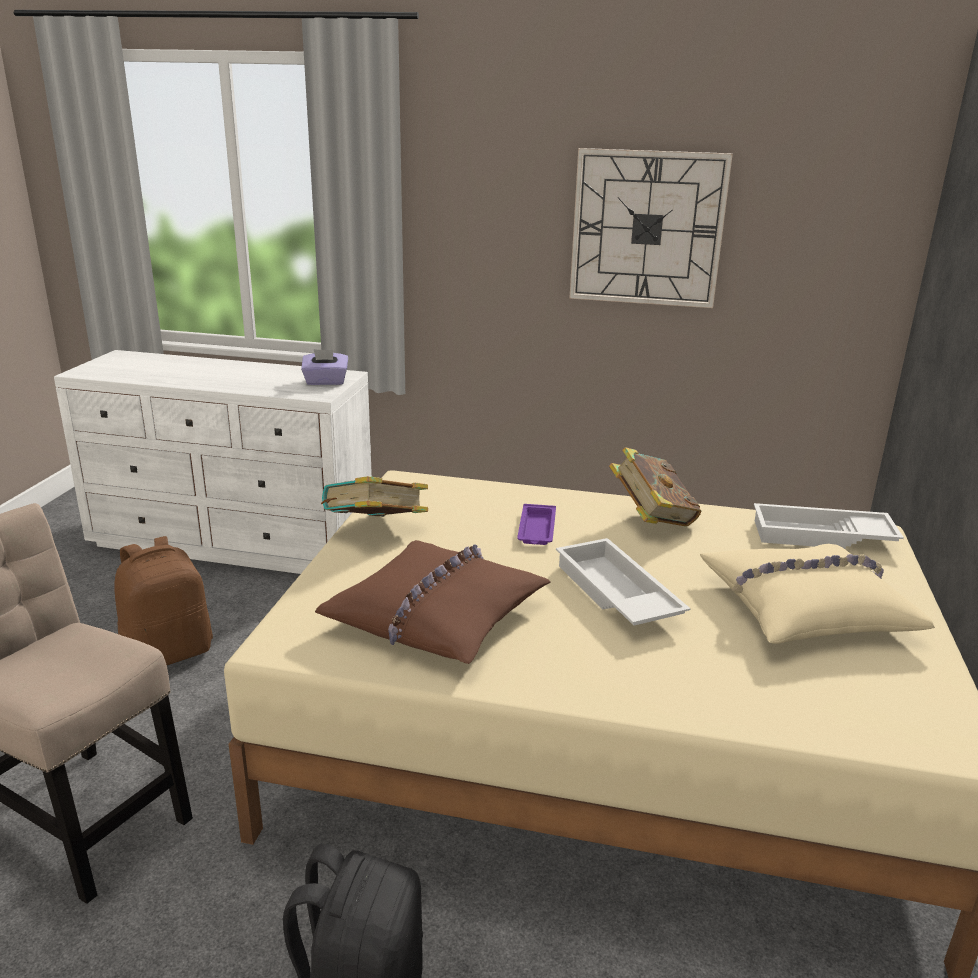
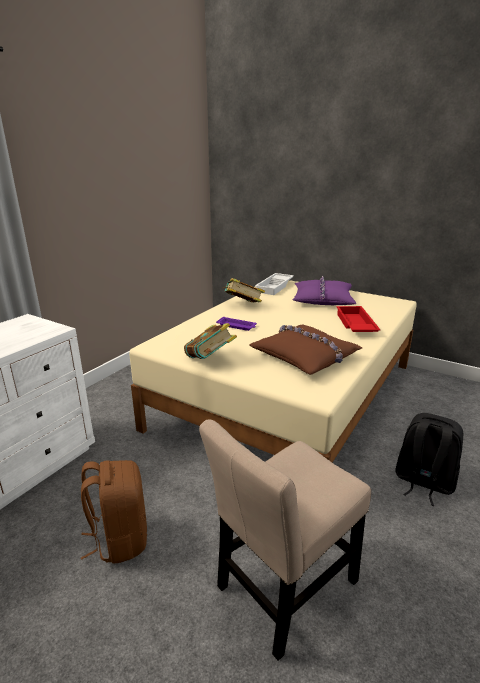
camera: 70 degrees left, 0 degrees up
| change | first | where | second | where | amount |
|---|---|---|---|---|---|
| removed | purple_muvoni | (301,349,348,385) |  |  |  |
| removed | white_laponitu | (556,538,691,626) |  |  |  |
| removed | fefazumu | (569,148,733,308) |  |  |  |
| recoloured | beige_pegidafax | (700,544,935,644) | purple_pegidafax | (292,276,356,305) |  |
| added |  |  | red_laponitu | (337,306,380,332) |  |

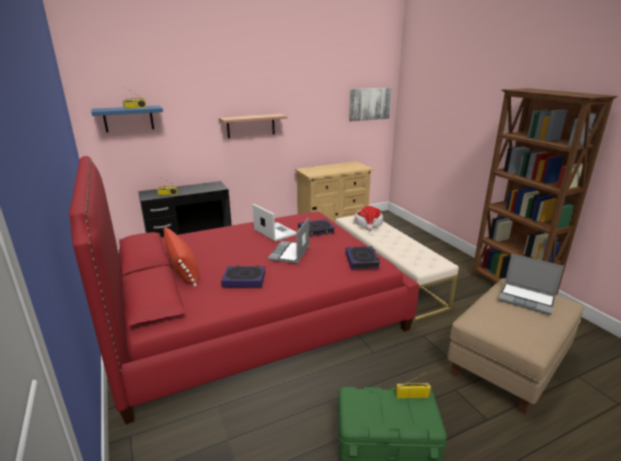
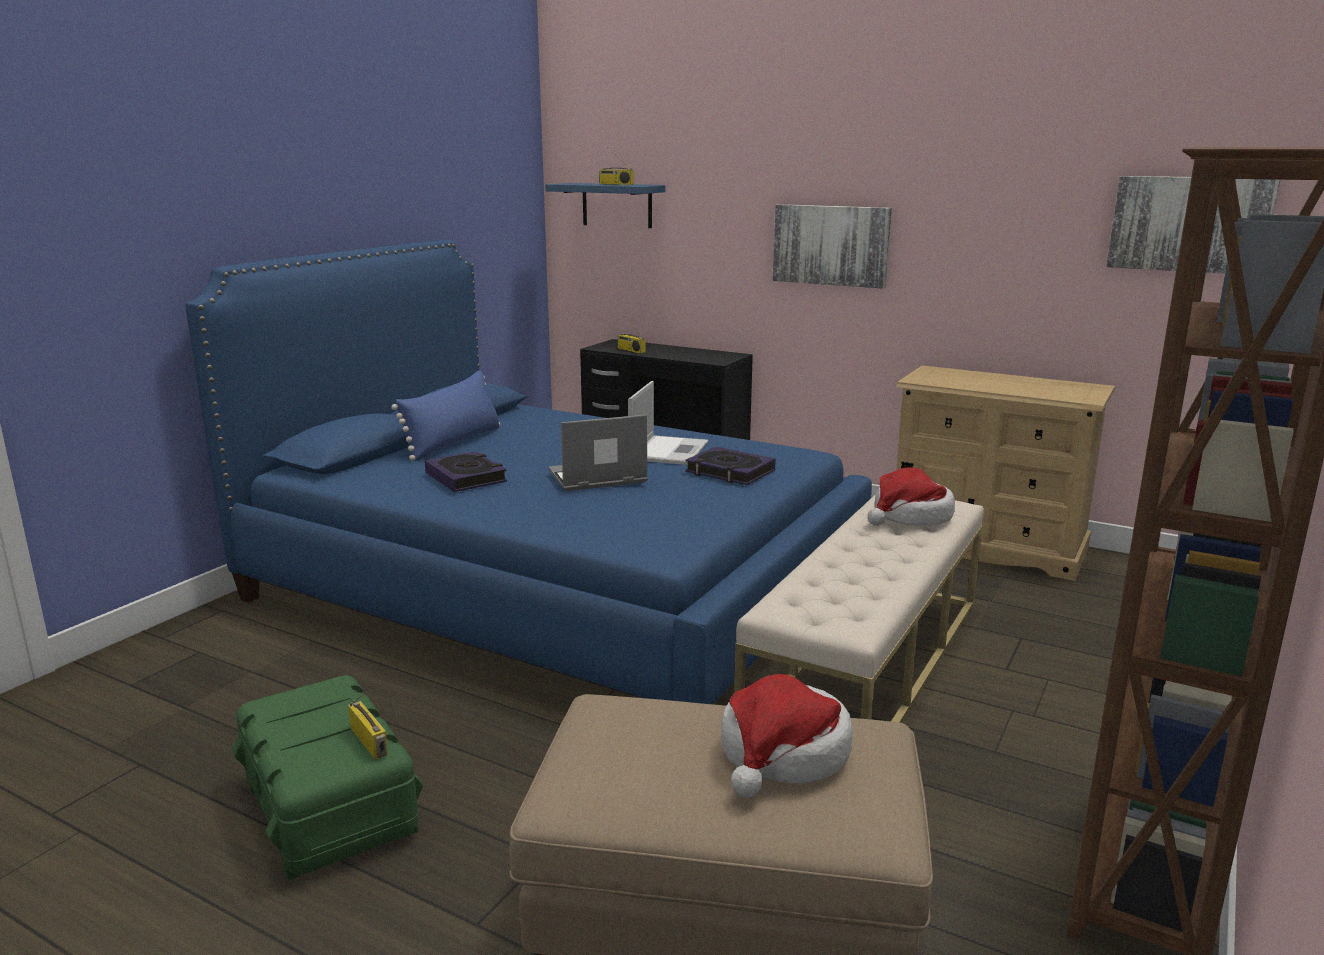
camera: 55 degrees right, 5 degrees down
| change | first | where | second | where | amount |
|---|---|---|---|---|---|
| recoloured | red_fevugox | (69,156,419,424) | blue_fevugox | (185,240,872,704) |  |
| recoloured | red_pegidafax | (164,227,199,287) | blue_pegidafax | (391,370,500,461) |  |
| replaced | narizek | (219,114,287,138) | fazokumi | (773,204,892,289) |  |
| removed | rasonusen | (346,246,380,269) |  |  |  |
| replaced | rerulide | (498,254,564,315) | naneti | (721,674,853,798) |  |

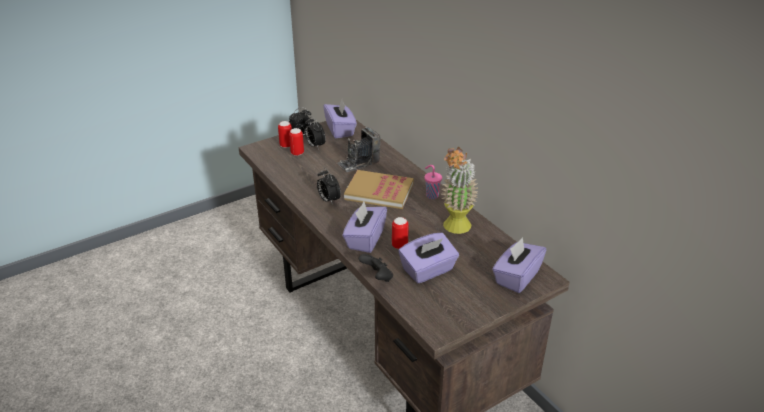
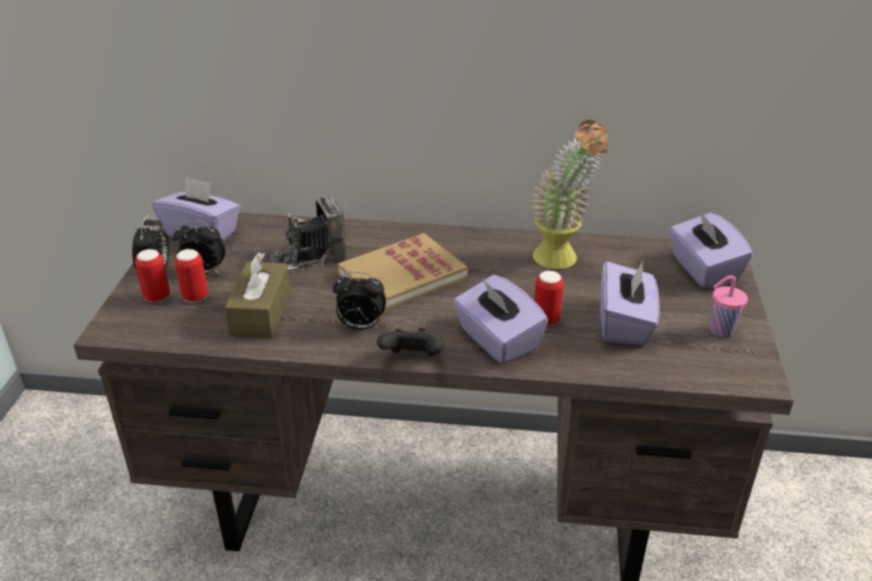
camera: 50 degrees left, 0 degrees up
| change | first | where | second | where | amount |
|---|---|---|---|---|---|
| turned | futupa | (337,127,381,172) |  | (269,196,346,273) | 60 degrees clockwise |
| moved | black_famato | (358,254,393,282) |  | (377,328,444,356) |  |
| moved | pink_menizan | (424,165,442,199) |  | (710,275,748,338) |  |
| added |  |  | brown_muvoni | (224,252,290,339) |  |

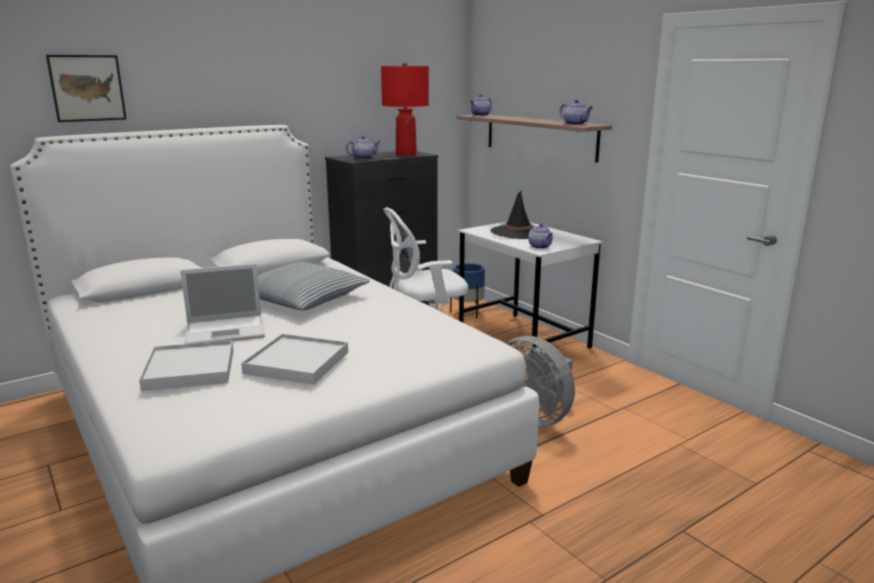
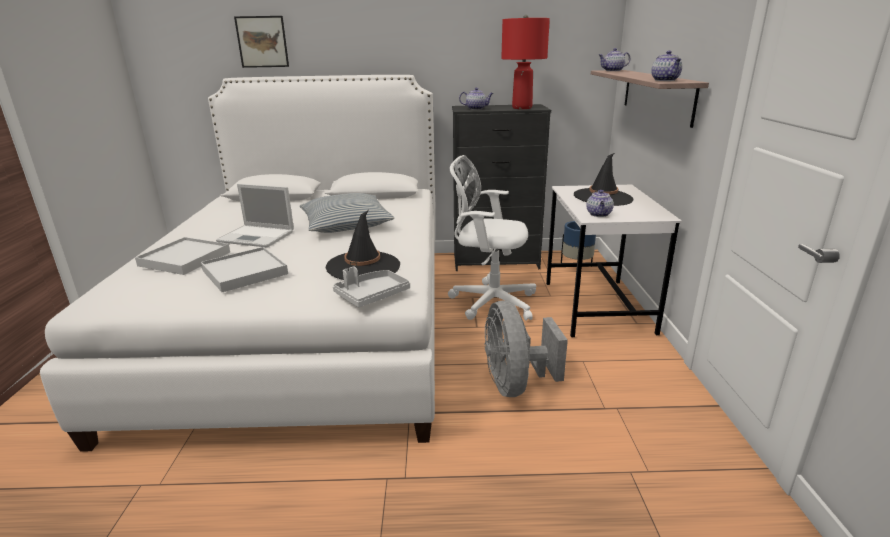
camera: 35 degrees right, 5 degrees up
| change | first | where | second | where | amount |
|---|---|---|---|---|---|
| added |  |  | black_naneti | (326,210,400,280) |  |
| added |  |  | grey_laponitu | (333,267,410,307) |  |

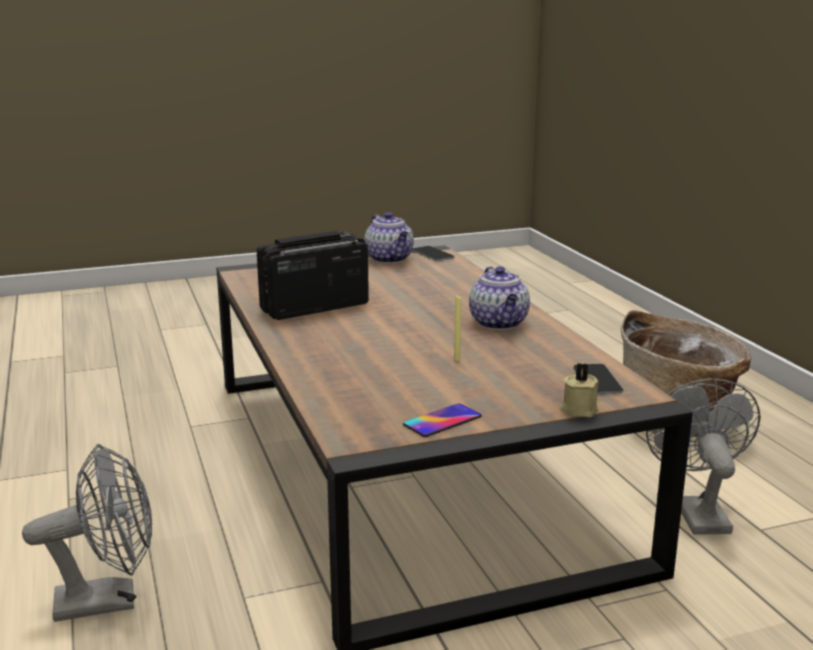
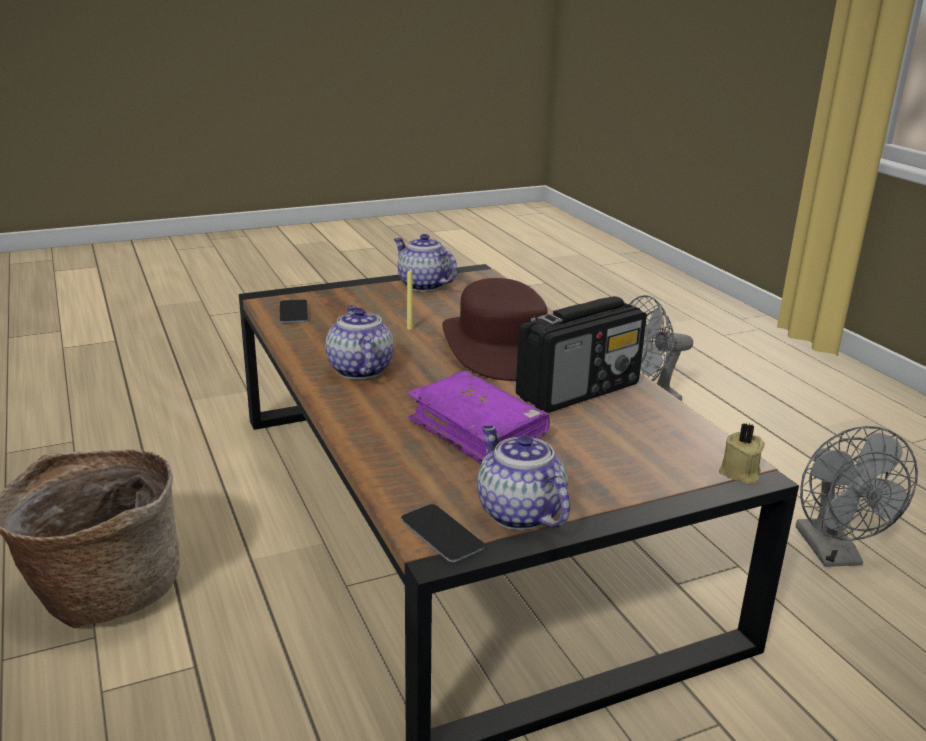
camera: 175 degrees right, 5 degrees up
| change | first | where | second | where | amount |
|---|---|---|---|---|---|
| replaced | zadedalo | (403,403,482,437) | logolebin | (394,234,457,292) |  |
| moved | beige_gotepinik | (560,363,599,417) |  | (719,423,765,485) |  |
| moved | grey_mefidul | (646,378,761,535) |  | (796,426,918,567) |  |
| added |  |  | purple_rasonusen | (407,371,550,464) |  |
| added |  |  | brown_naneti | (442,278,548,381) |  |

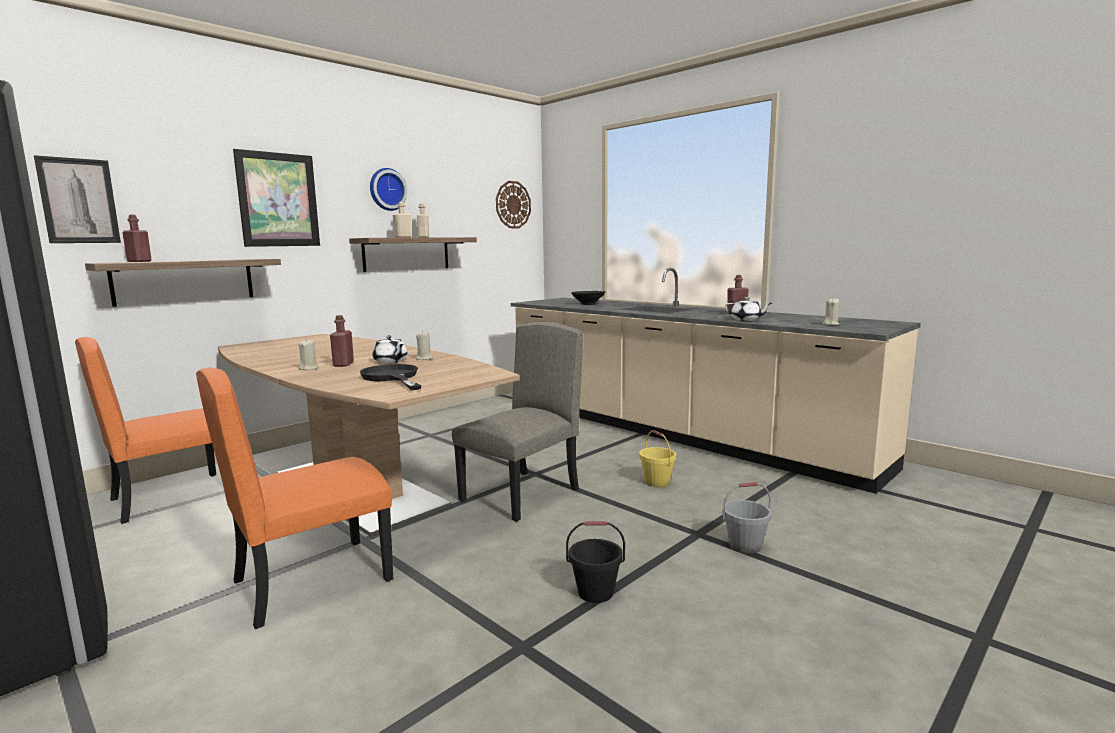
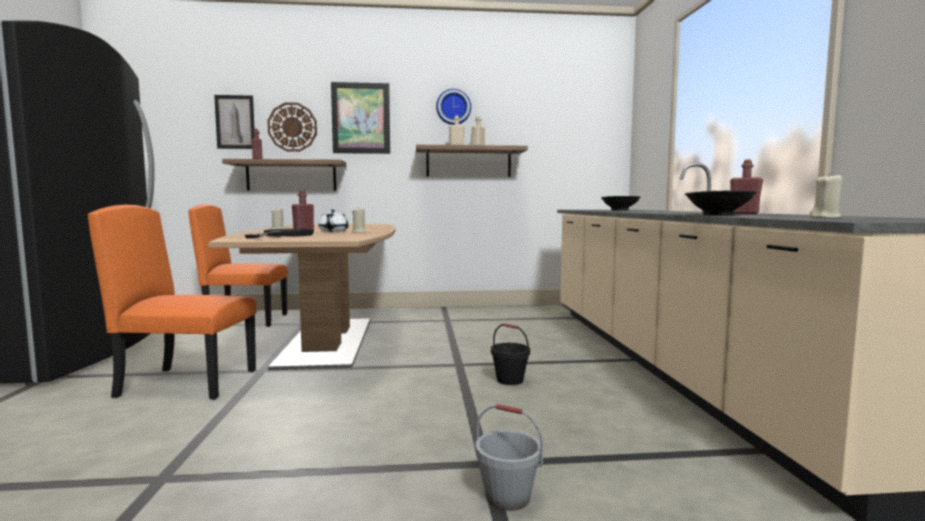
camera: 40 degrees right, 5 degrees down
| change | first | where | second | where | amount |
|---|---|---|---|---|---|
| removed | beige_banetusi | (452,322,583,522) |  |  |  |
| moved | fefazumu | (496,181,531,228) |  | (267,102,317,152) |  |
| moved | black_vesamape | (566,521,625,603) |  | (491,323,530,385) |  |
| removed | yellow_vesamape | (639,430,676,487) |  |  |  |
| replaced | white_logolebin | (725,297,772,321) | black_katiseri | (685,191,756,215) |  |

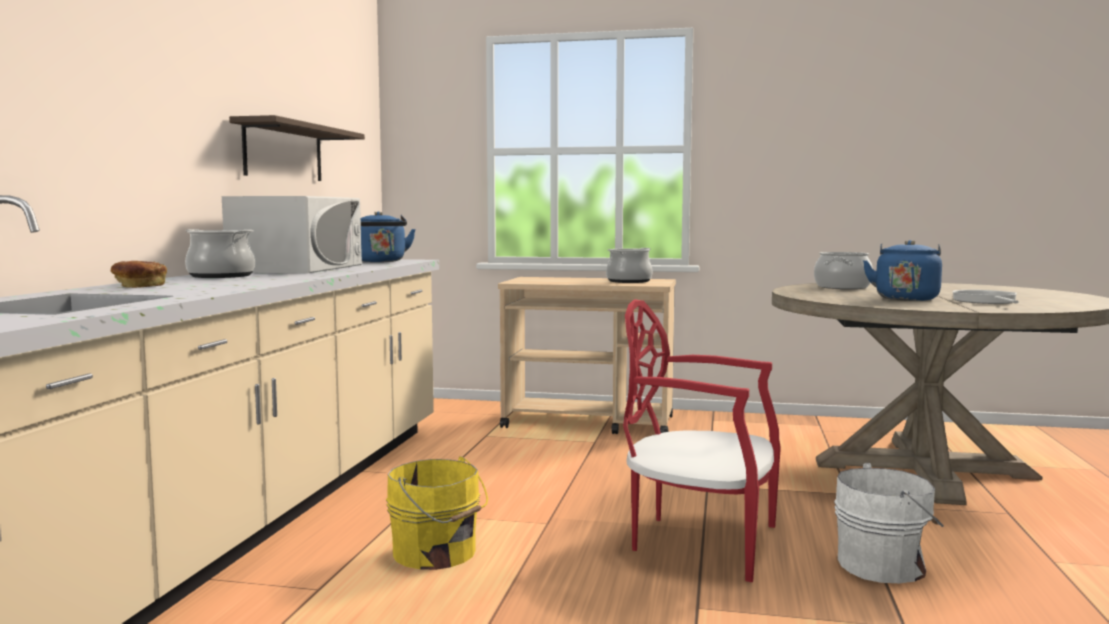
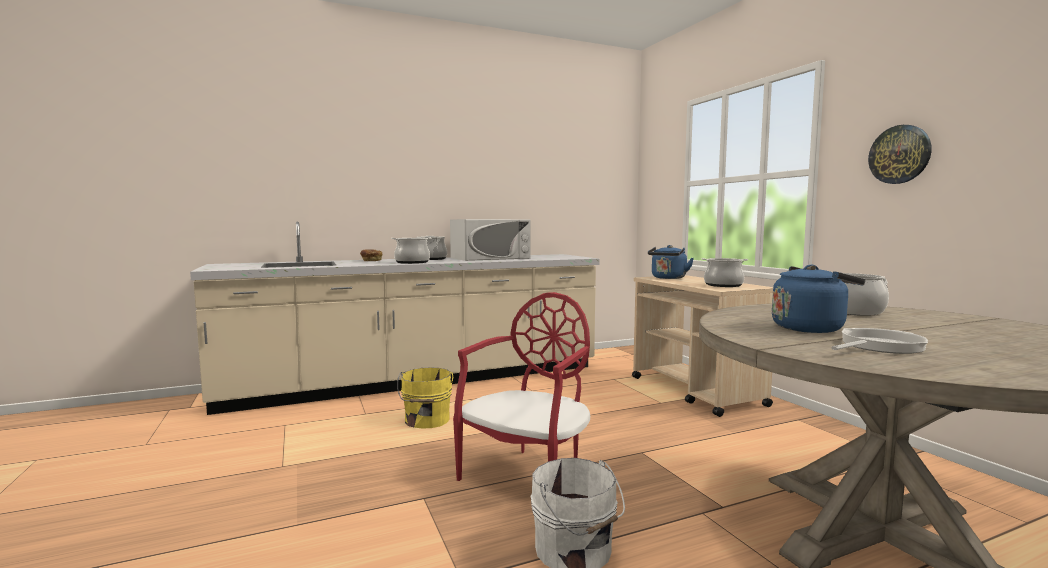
camera: 55 degrees right, 0 degrees up
| change | first | where | second | where | amount |
|---|---|---|---|---|---|
| removed | narizek | (229,115,365,181) |  |  |  |
| moved | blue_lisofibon | (361,211,416,262) |  | (648,245,694,279) |  |
| turned | red_banetusi | (623,299,781,582) |  | (453,292,590,481) | 45 degrees clockwise |
| added |  |  | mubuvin | (391,237,432,264) |  |
| added |  |  | fefazumu | (868,125,932,184) |  |

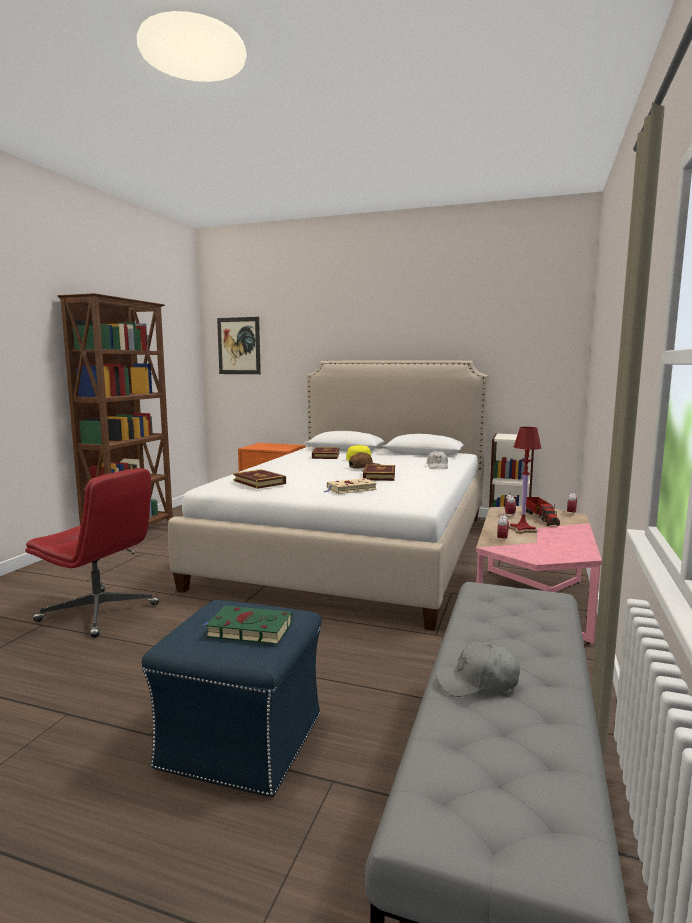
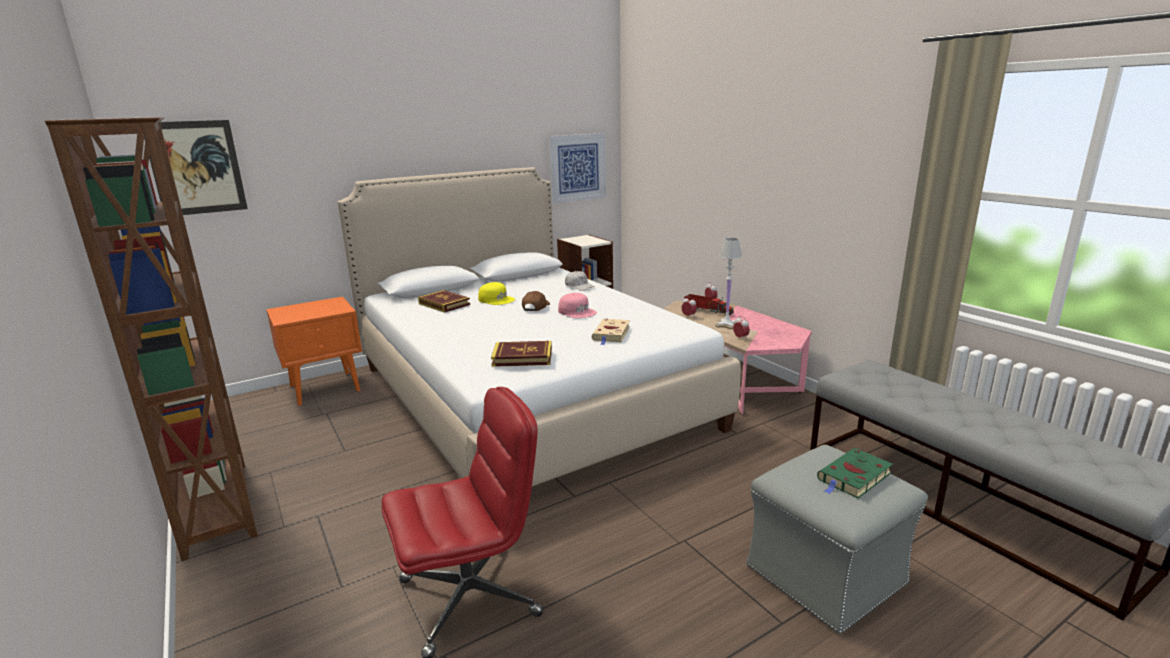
camera: 50 degrees left, 10 degrees up
| change | first | where | second | where | amount |
|---|---|---|---|---|---|
| recoloured | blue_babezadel | (142,600,322,797) | grey_babezadel | (746,445,928,634) |  |
| replaced | rasonusen | (363,465,395,481) | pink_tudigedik | (558,293,597,318) |  |
| removed | grey_tudigedik | (435,641,520,697) |  |  |  |
| recoloured | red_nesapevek | (509,427,542,534) | white_nesapevek | (715,238,743,330) |  |
| added |  |  | fazokumi | (548,133,606,204) |  |

